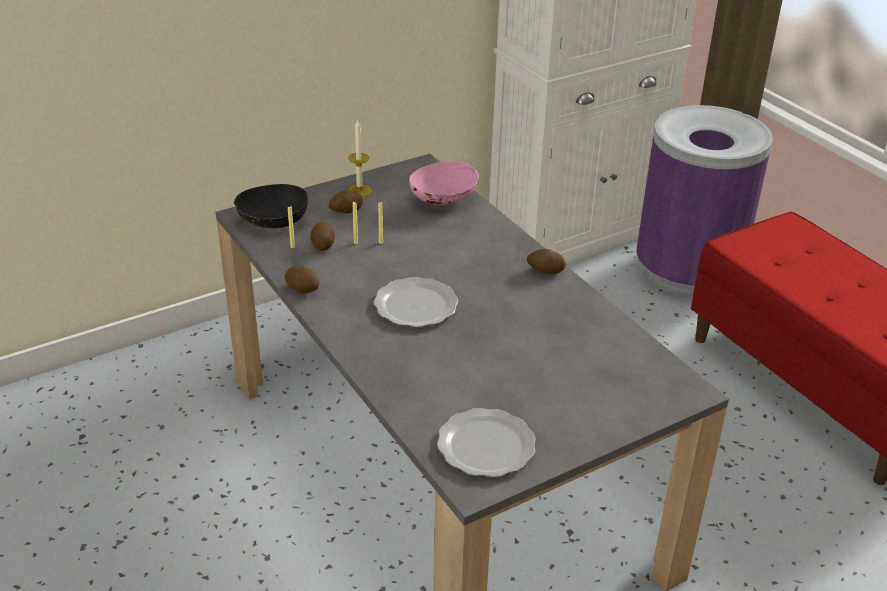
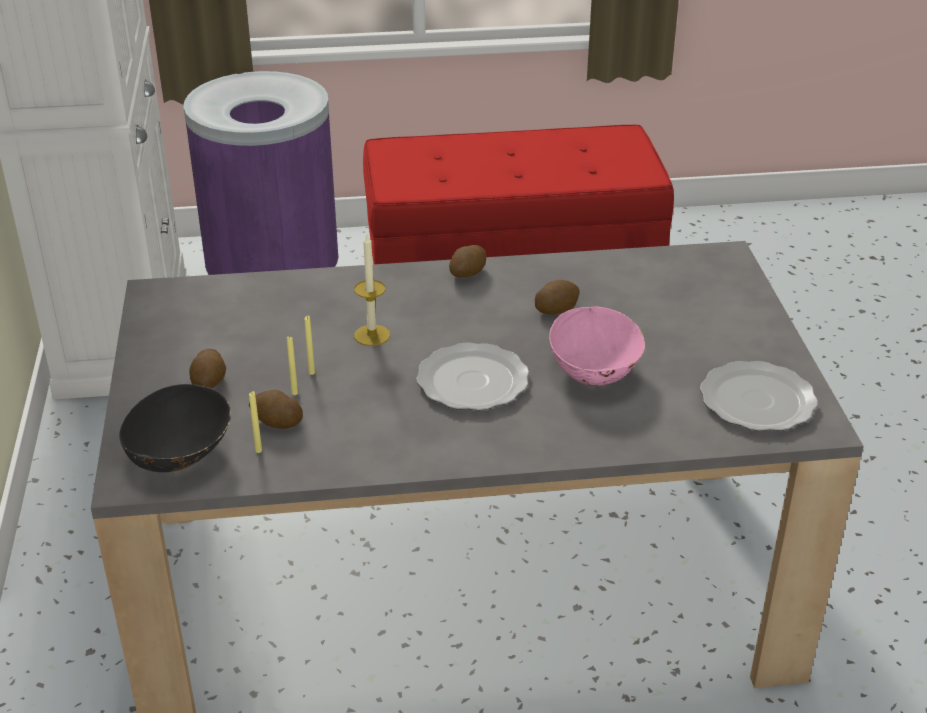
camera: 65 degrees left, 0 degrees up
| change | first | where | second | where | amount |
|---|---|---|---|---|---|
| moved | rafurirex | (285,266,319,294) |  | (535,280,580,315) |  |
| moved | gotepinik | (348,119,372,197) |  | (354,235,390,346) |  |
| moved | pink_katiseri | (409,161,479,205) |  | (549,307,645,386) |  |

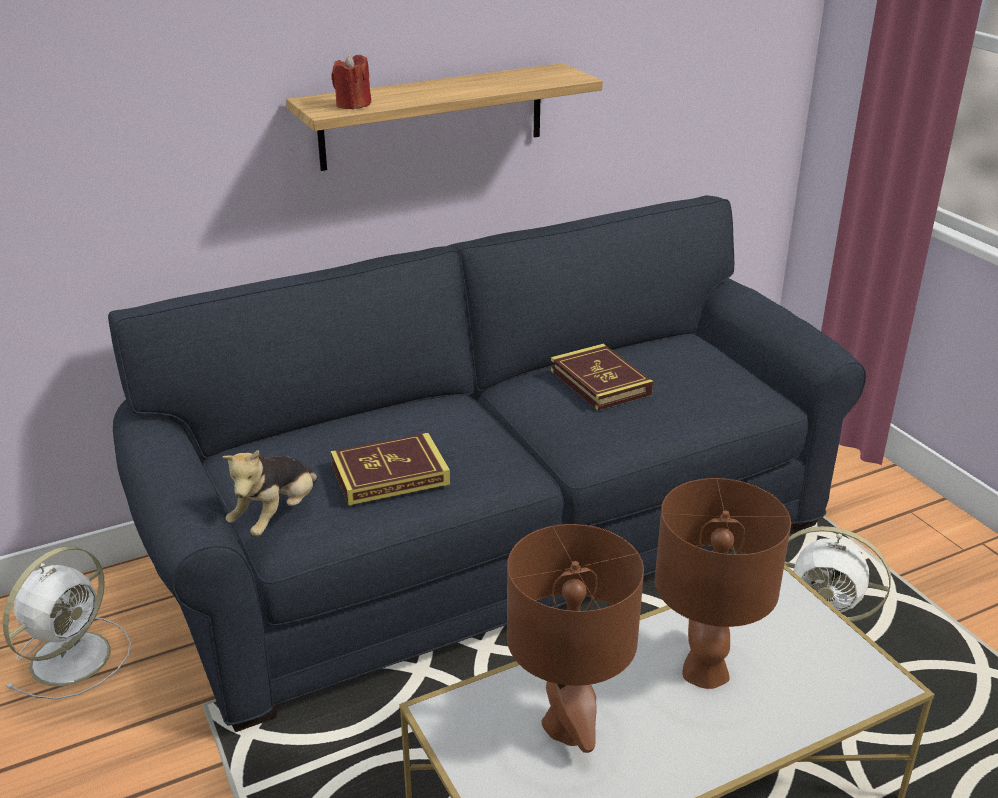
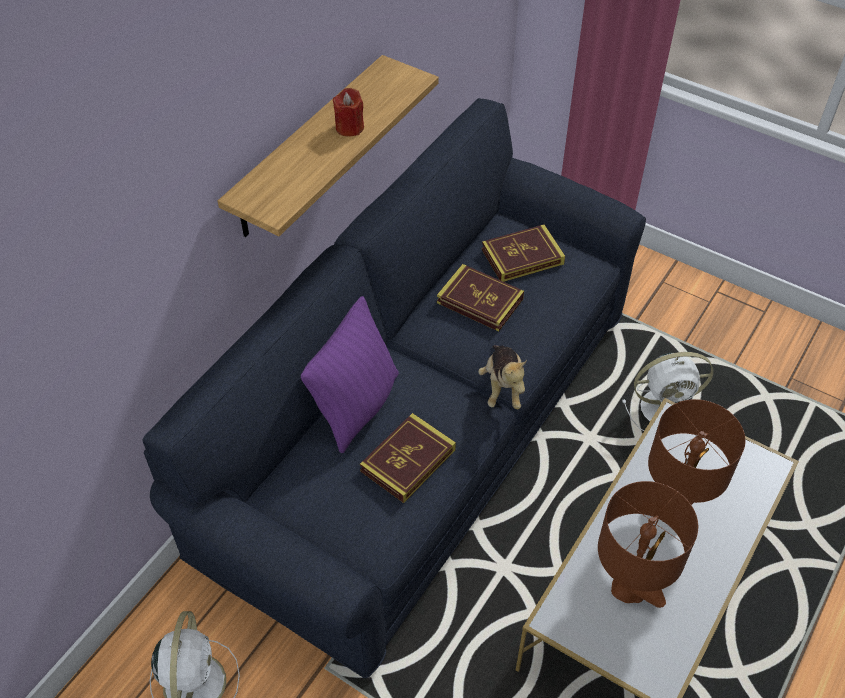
camera: 30 degrees left, 20 degrees up
| change | first | where | second | where | amount |
|---|---|---|---|---|---|
| moved | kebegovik | (222,450,318,536) |  | (478,345,527,409) |  |
| moved | red_gotepinik | (331,53,371,109) |  | (333,88,364,137) |  |
| added |  |  | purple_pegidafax | (301,296,399,453) |  |
| added |  |  | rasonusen | (482,224,565,282) |  |

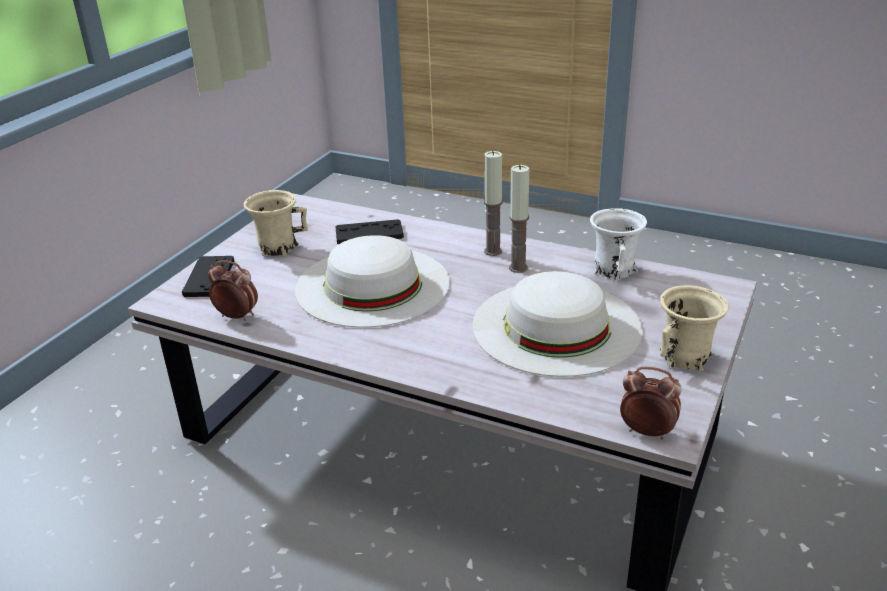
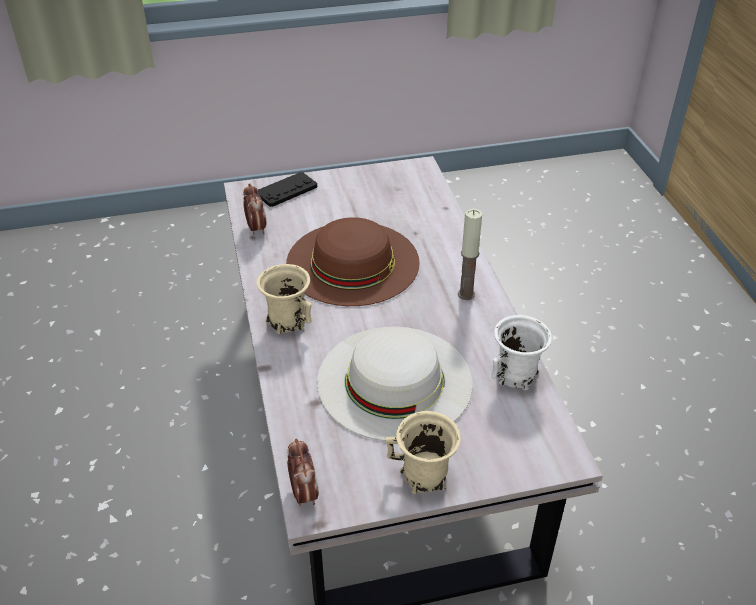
camera: 50 degrees right, 10 degrees up
| change | first | where | second | where | amount |
|---|---|---|---|---|---|
| moved | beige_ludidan | (244,190,308,256) |  | (257,264,312,334) |  |
| recoloured | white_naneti | (295,235,450,328) | brown_naneti | (286,217,420,306) |  |
| removed | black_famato | (335,219,404,244) |  |  |  |
| removed | gotepinik | (509,165,529,273) |  |  |  |

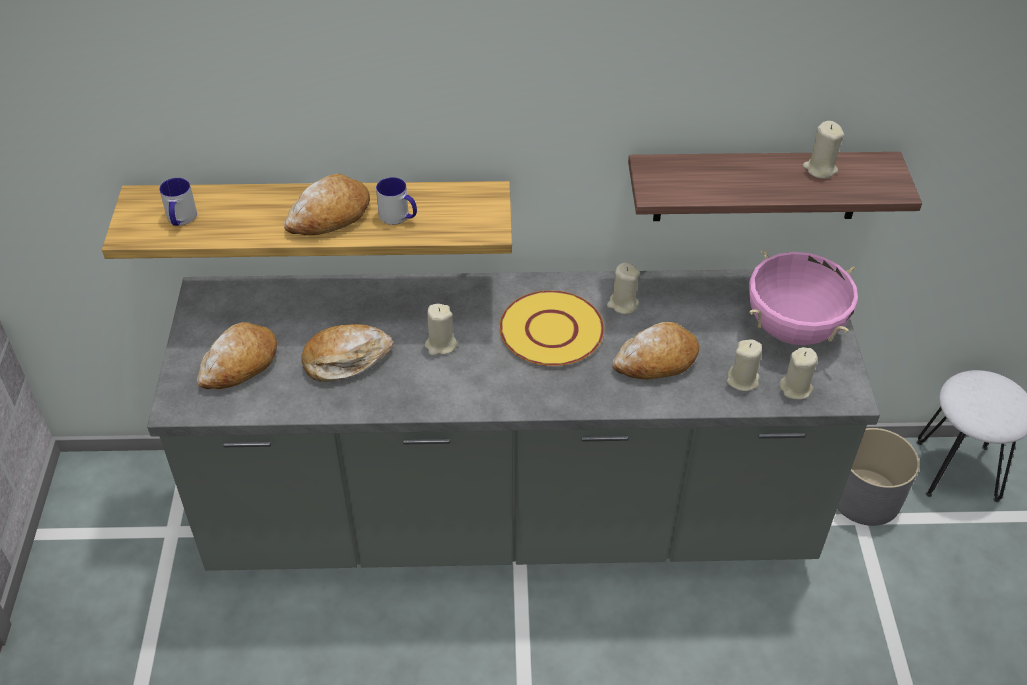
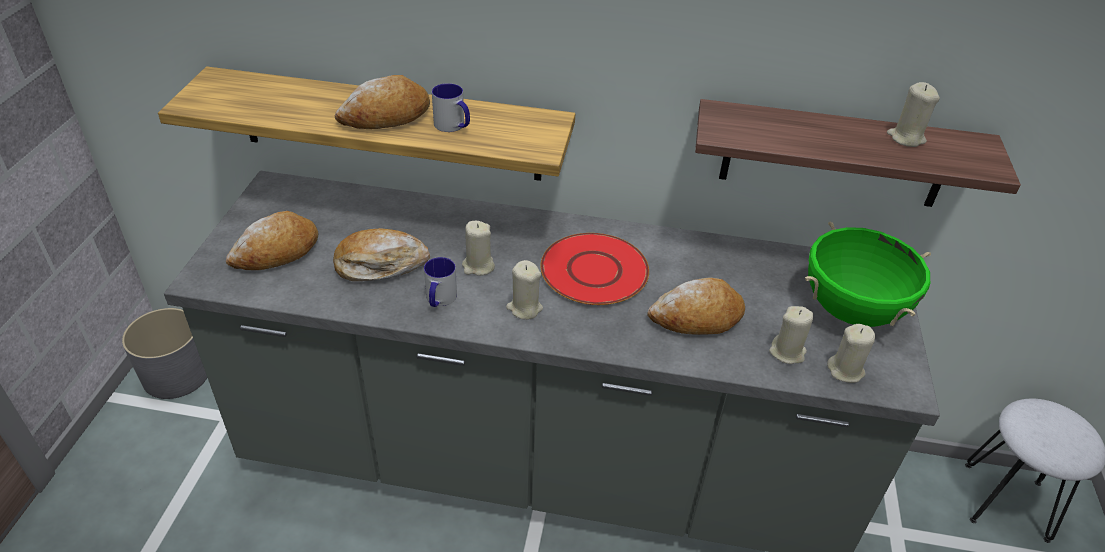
camera: 10 degrees right, 5 degrees down
| change | first | where | second | where | amount |
|---|---|---|---|---|---|
| moved | ludidan | (159,178,197,226) |  | (424,257,457,307) |  |
| recoloured | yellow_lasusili | (499,290,604,366) | red_lasusili | (540,233,649,305) |  |
| moved | beige_gotepinik | (607,262,640,314) |  | (506,260,543,320) |  |
| recoloured | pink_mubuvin | (749,250,858,345) | green_mubuvin | (805,221,931,327) |  |
| moved | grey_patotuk | (837,428,919,526) |  | (122,308,207,399) |  |

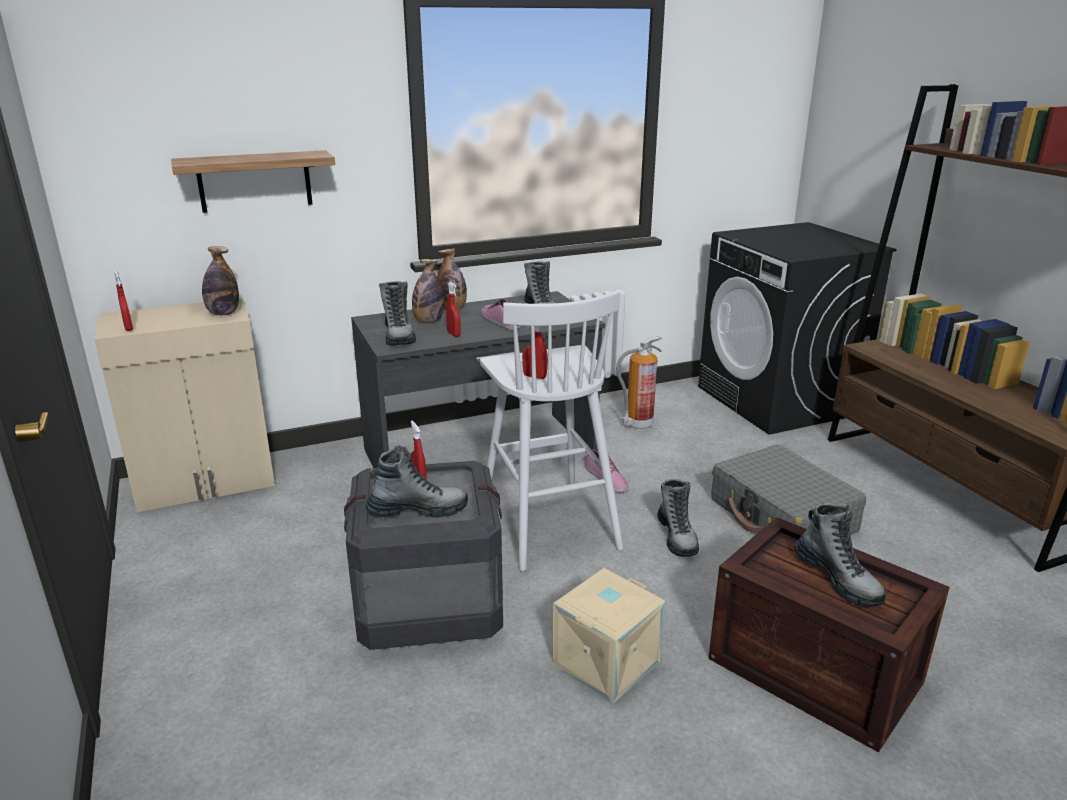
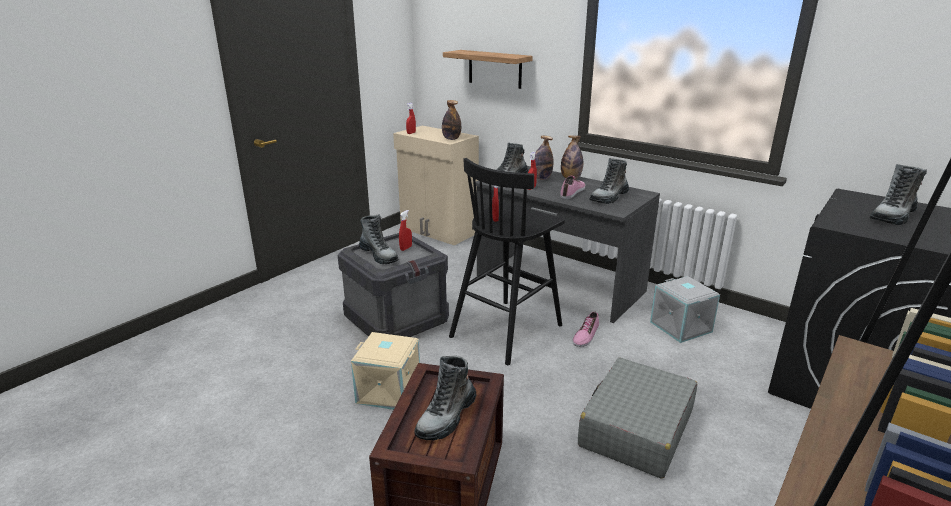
camera: 60 degrees right, 0 degrees up
| change | first | where | second | where | amount |
|---|---|---|---|---|---|
| recoloured | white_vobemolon | (480,290,623,571) | black_vobemolon | (449,158,565,365) |  |
| replaced | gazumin | (616,336,662,430) | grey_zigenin | (650,276,720,343) |  |
| moved | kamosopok | (657,479,699,557) |  | (869,164,927,225) |  |

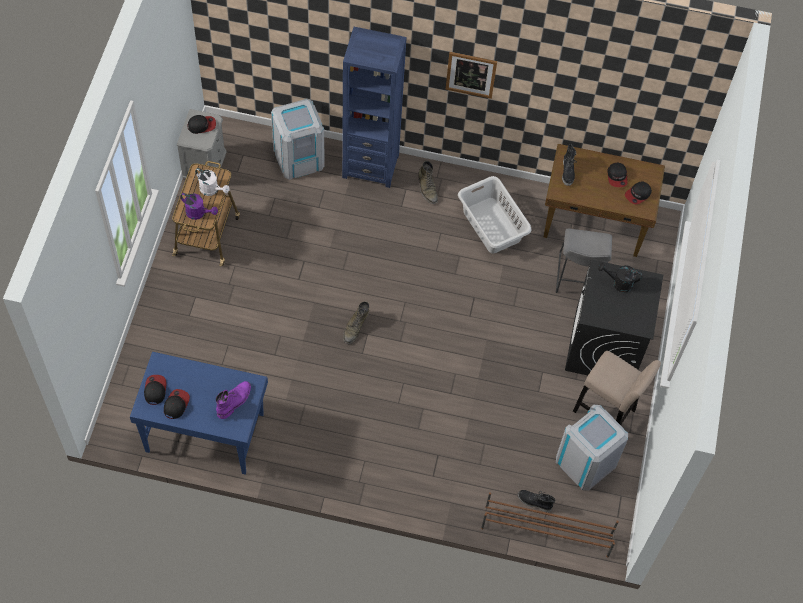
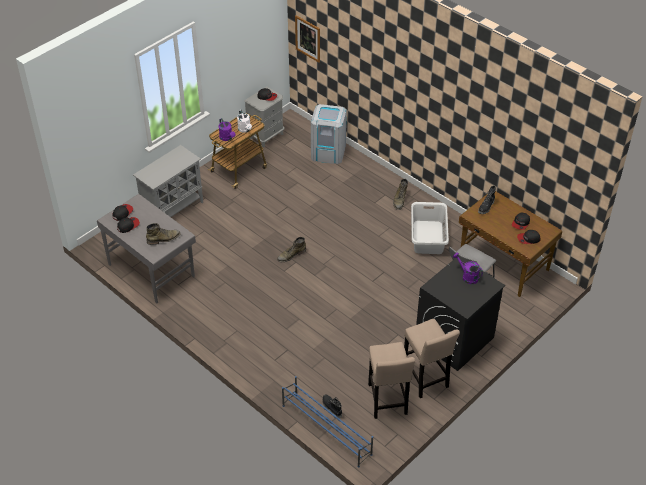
camera: 35 degrees right, 15 degrees down
| change | first | where | second | where | amount |
|---|---|---|---|---|---|
| recoloured | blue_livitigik | (130,352,268,475) | grey_livitigik | (97,194,196,303) |  |
| recoloured | purple_kamosopok | (216,381,251,419) | green_kamosopok | (146,223,181,245) |  |
| removed | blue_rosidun | (342,27,407,188) |  |  |  |
| moved | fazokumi | (446,52,497,99) |  | (295,15,320,63) |  |
| recoloured | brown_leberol | (481,492,619,558) | blue_leberol | (282,376,373,468) |  |
| replaced | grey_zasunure | (556,405,628,491) | beige_vobemolon | (368,342,415,419) |  |
| recoloured | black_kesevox | (598,263,642,292) | purple_kesevox | (453,253,483,284) |  |
| added |  |  | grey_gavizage | (133,145,203,217) |  |

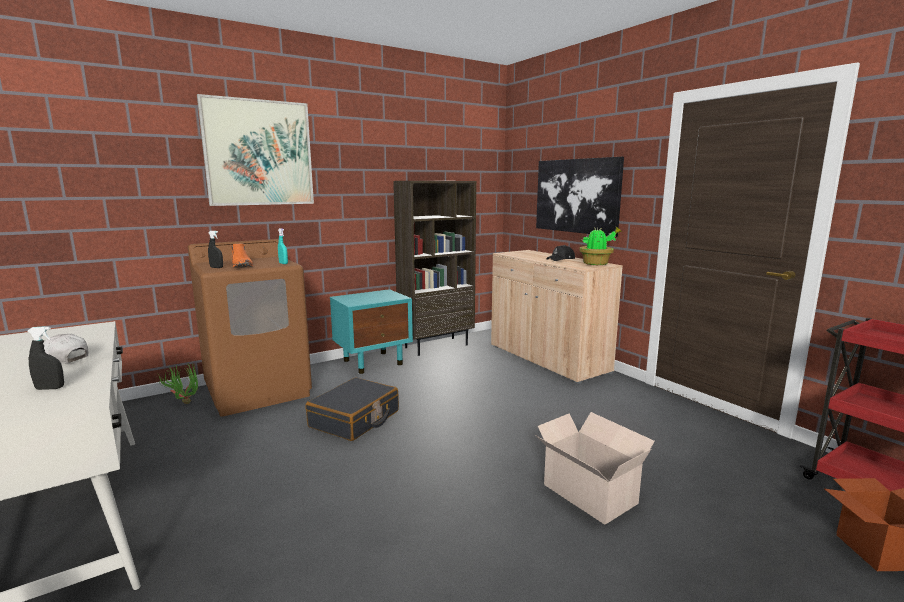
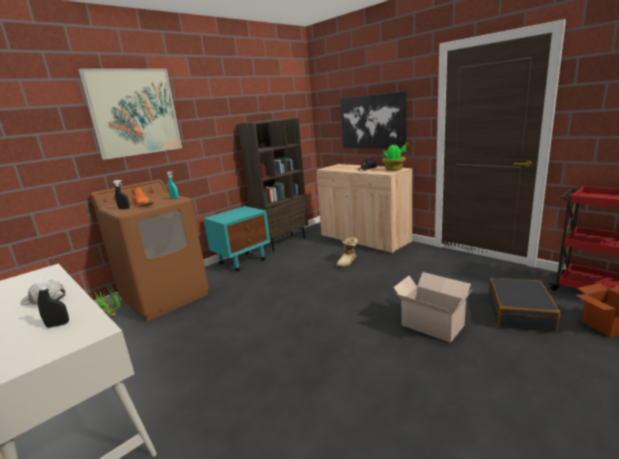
camera: 10 degrees left, 5 degrees up
| change | first | where | second | where | amount |
|---|---|---|---|---|---|
| moved | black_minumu | (306,377,399,441) |  | (489,278,560,333) |  |
| added |  |  | kamosopok | (336,237,358,268) |  |

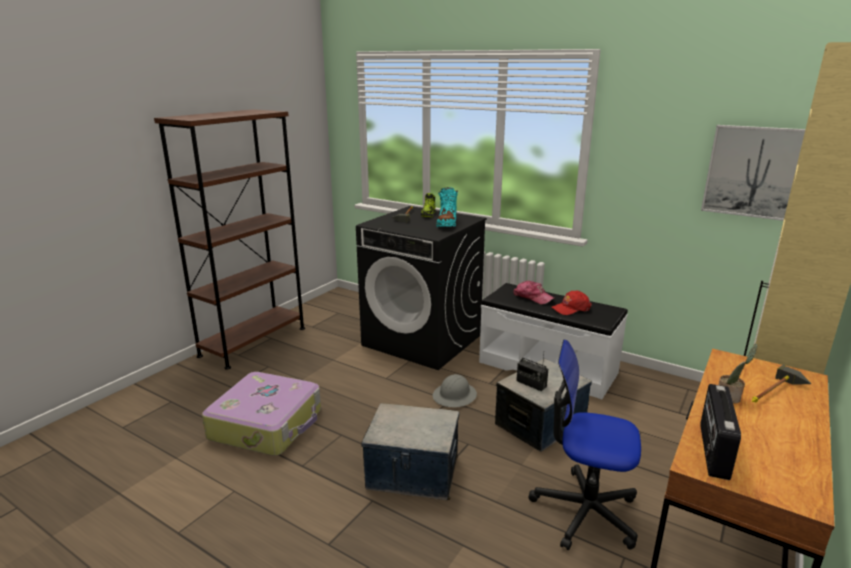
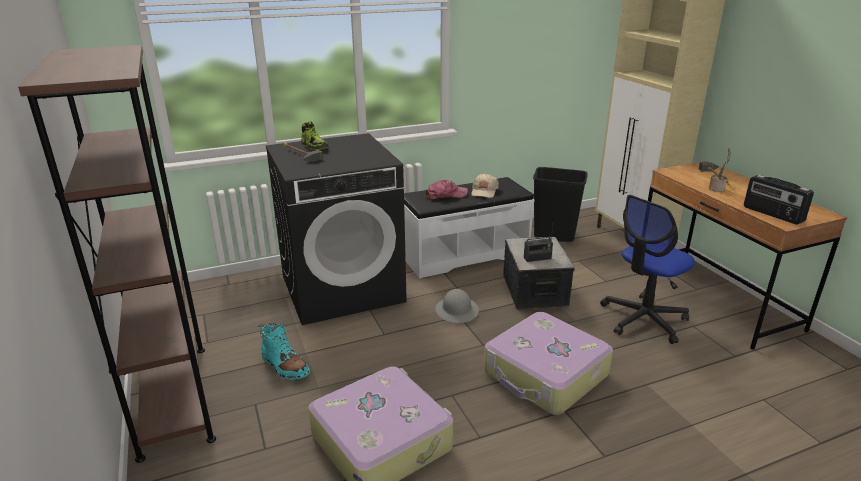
camera: 55 degrees left, 5 degrees up
| change | first | where | second | where | amount |
|---|---|---|---|---|---|
| replaced | zigenin | (361,403,459,500) | minumu | (484,312,613,415) |  |
| moved | turquoise_kamosopok | (436,187,458,227) |  | (258,323,310,380) |  |
| recoloured | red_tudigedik | (551,291,592,315) | beige_tudigedik | (471,173,499,198) |  |
| removed | fazokumi | (701,125,805,221) |  |  |  |
| added |  |  | black_zasunure | (533,167,588,242) |  |

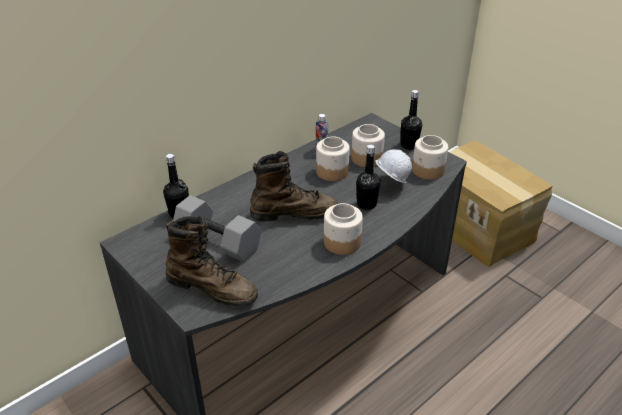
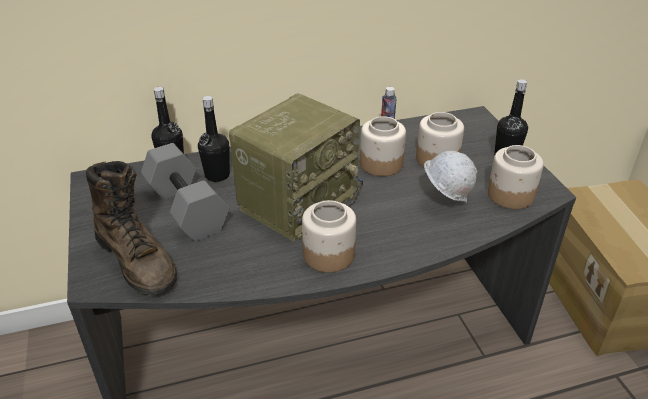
camera: 25 degrees right, 0 degrees up
| change | first | where | second | where | amount |
|---|---|---|---|---|---|
| replaced | brown_kamosopok | (250,151,339,222) | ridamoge | (229,93,363,242) |  |
| moved | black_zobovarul | (356,145,381,210) |  | (198,96,230,182) |  |

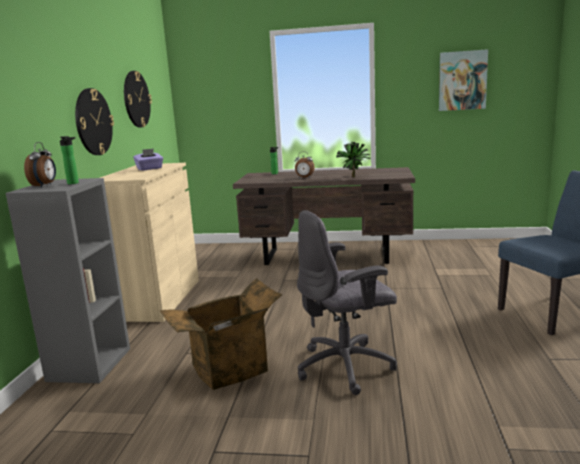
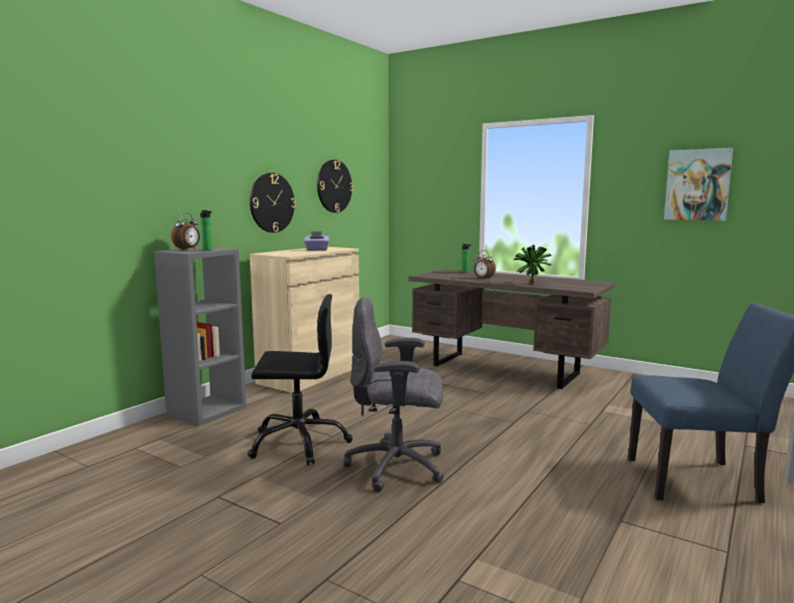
camera: 25 degrees right, 5 degrees down
| change | first | where | second | where | amount |
|---|---|---|---|---|---|
| replaced | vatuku | (160,278,282,390) | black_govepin | (247,294,353,465) |  |

